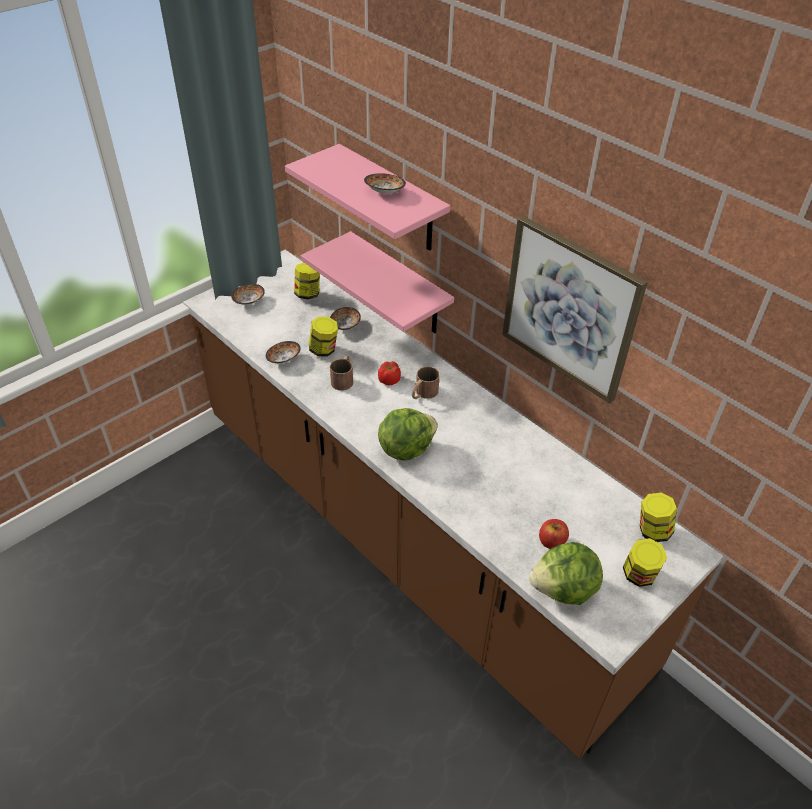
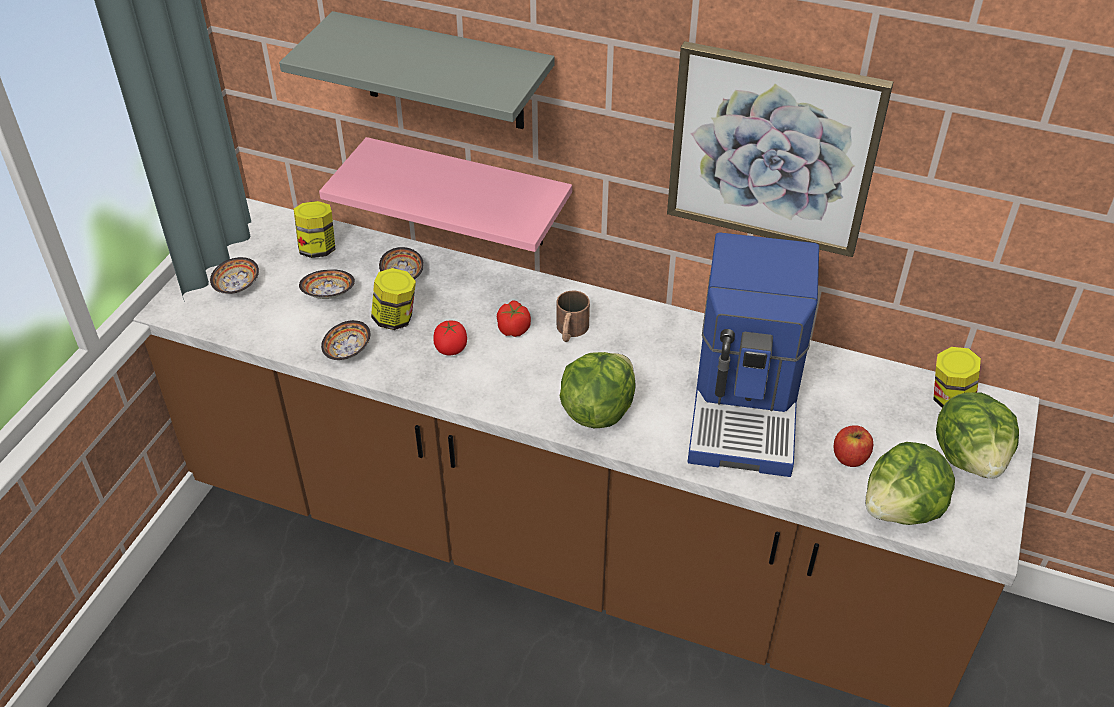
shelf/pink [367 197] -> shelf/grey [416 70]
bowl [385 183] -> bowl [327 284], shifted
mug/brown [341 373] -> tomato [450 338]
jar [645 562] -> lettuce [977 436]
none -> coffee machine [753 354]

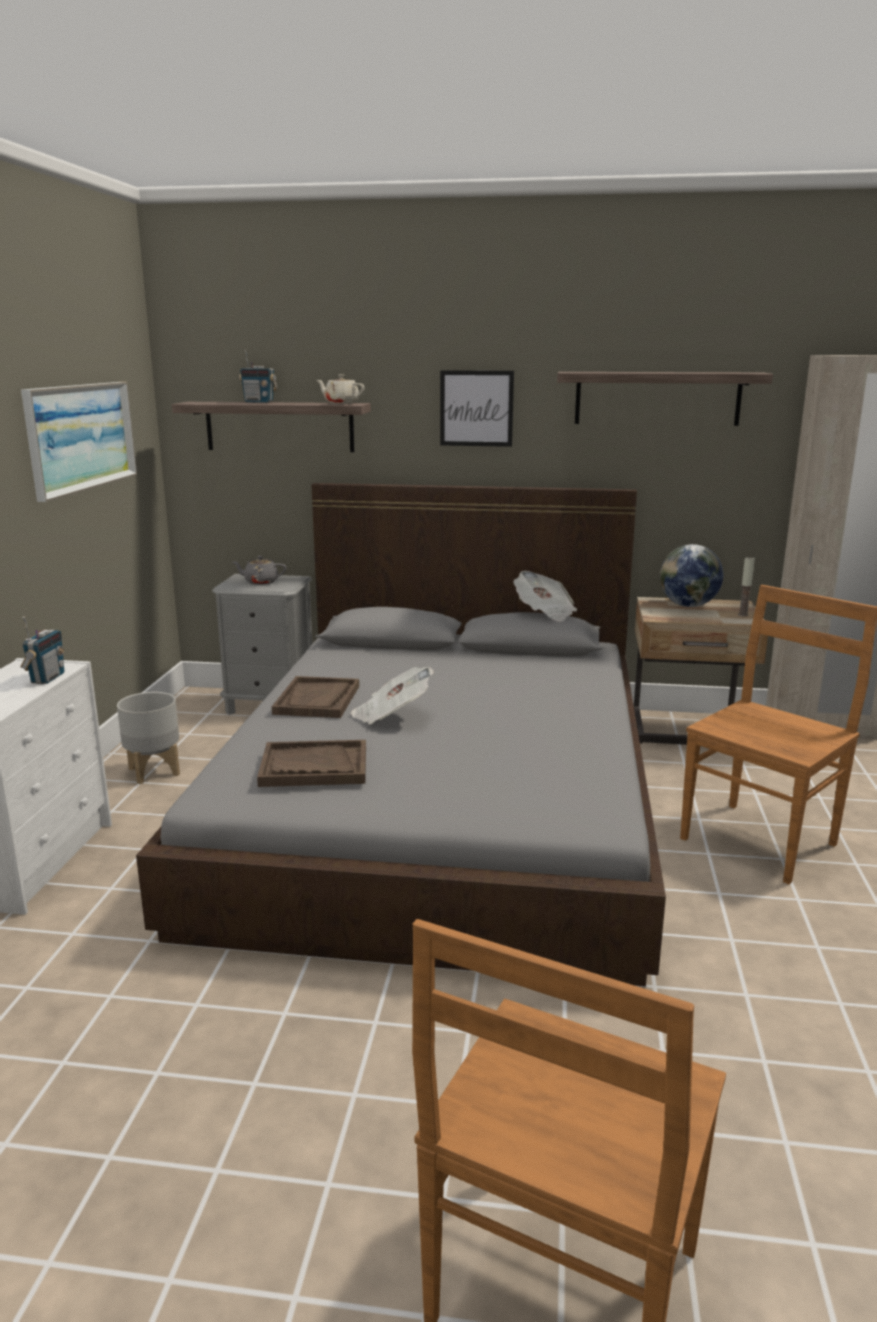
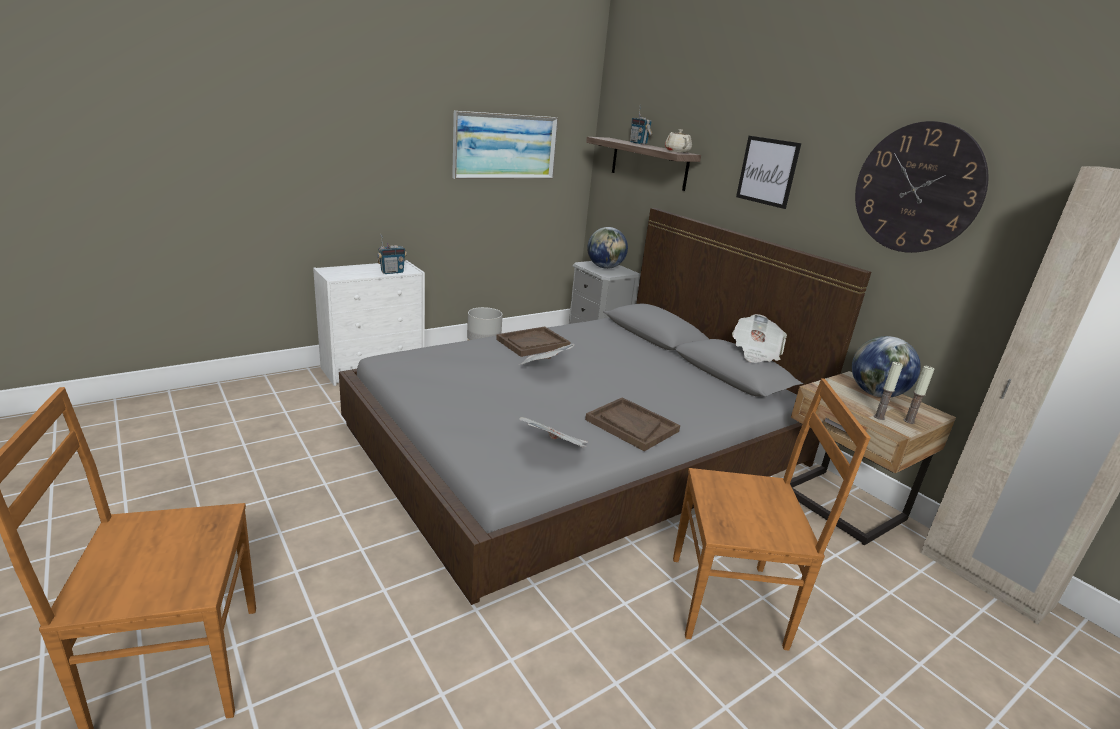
shelf [665 399] -> wall clock [922 187]
teapot/grey [259 570] -> globe [607 248]
tray/brown [311 763] -> tray/brown [632 424], shifted
none -> candle [888 391]
none -> newspaper [553 432]

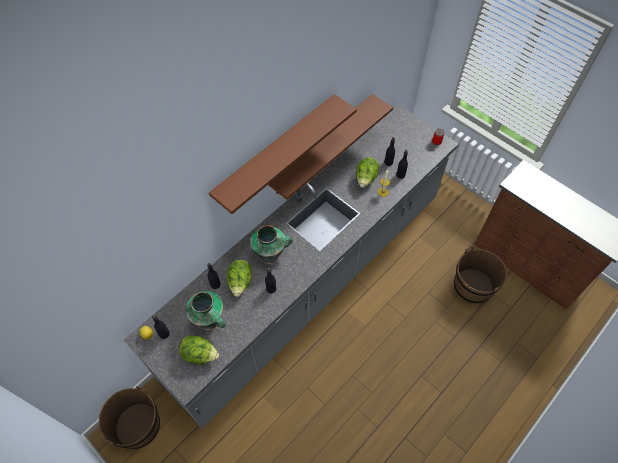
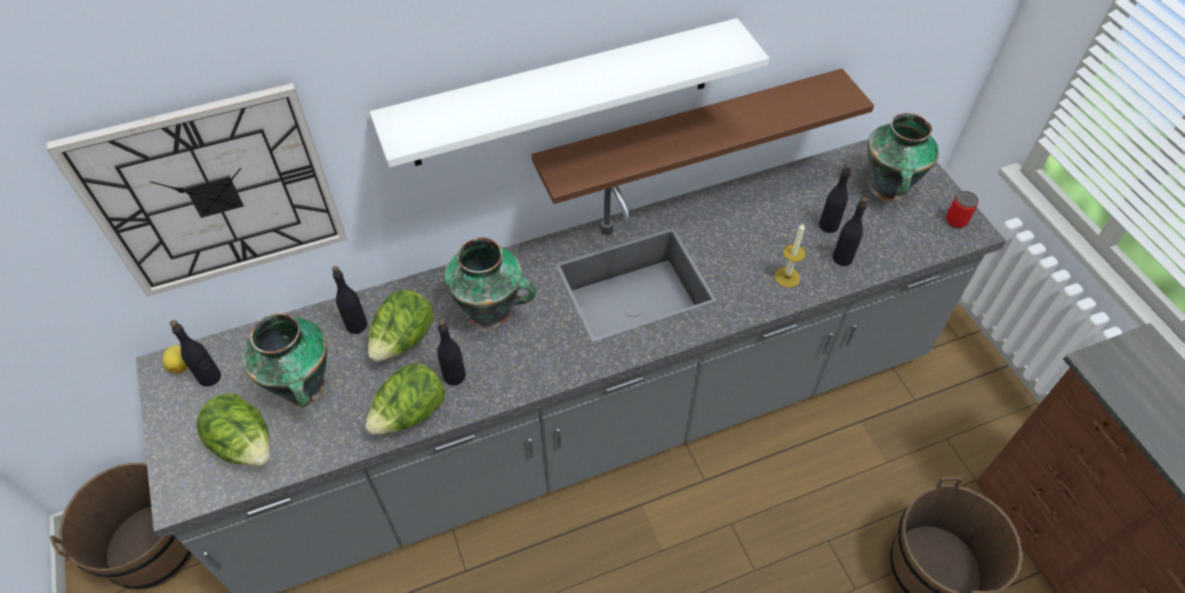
shelf/brown [283 154] -> shelf/white [569 92]
lettuce [367 172] -> lettuce [405 399], shifted
none -> wall clock [196 190]
none -> vase [903 157]

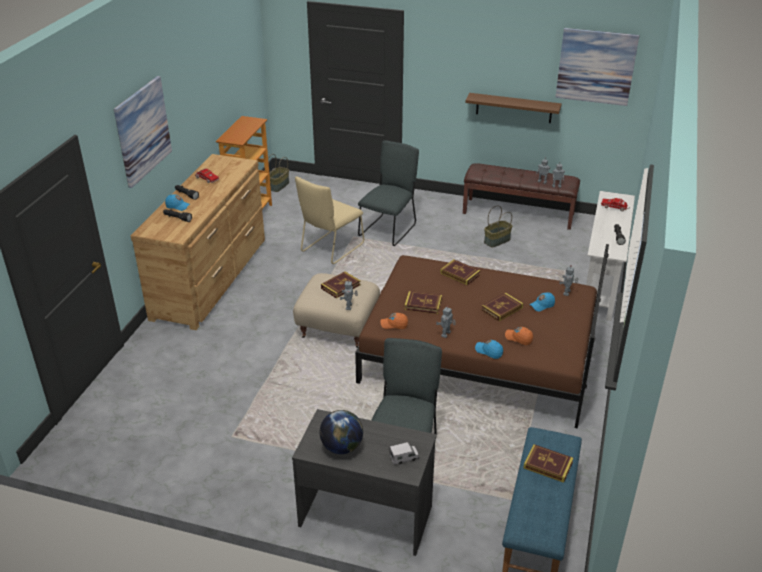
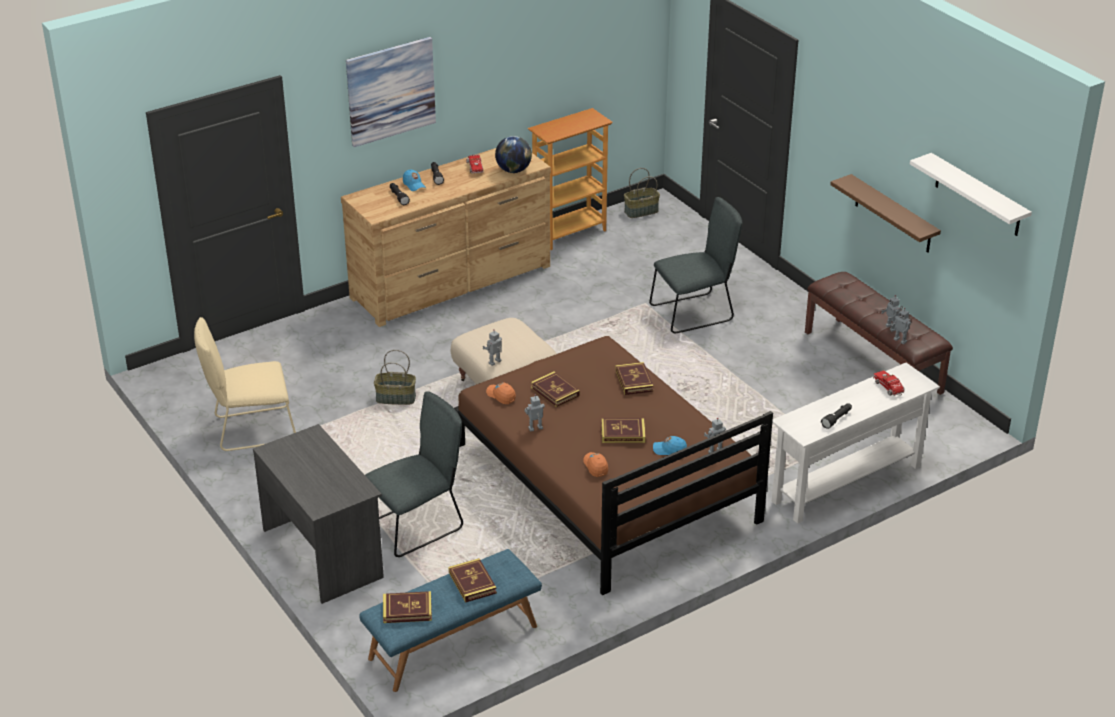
picture [597 67] -> shelf/white [971 194]
chair/beige [329 220] -> chair/beige [245 384], shifted
basket [498 226] -> basket [395 377], shifted
book [341 284] -> book [407 607], shifted
cap/blue [489 349] -> none
globe [341 432] -> globe [513 154], shifted
toy truck [404 453] -> none

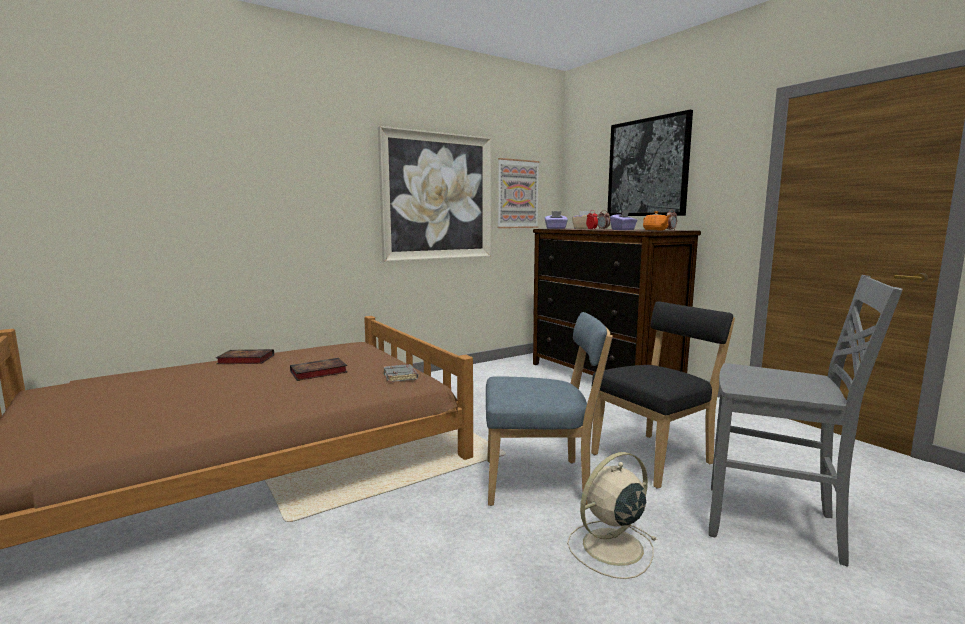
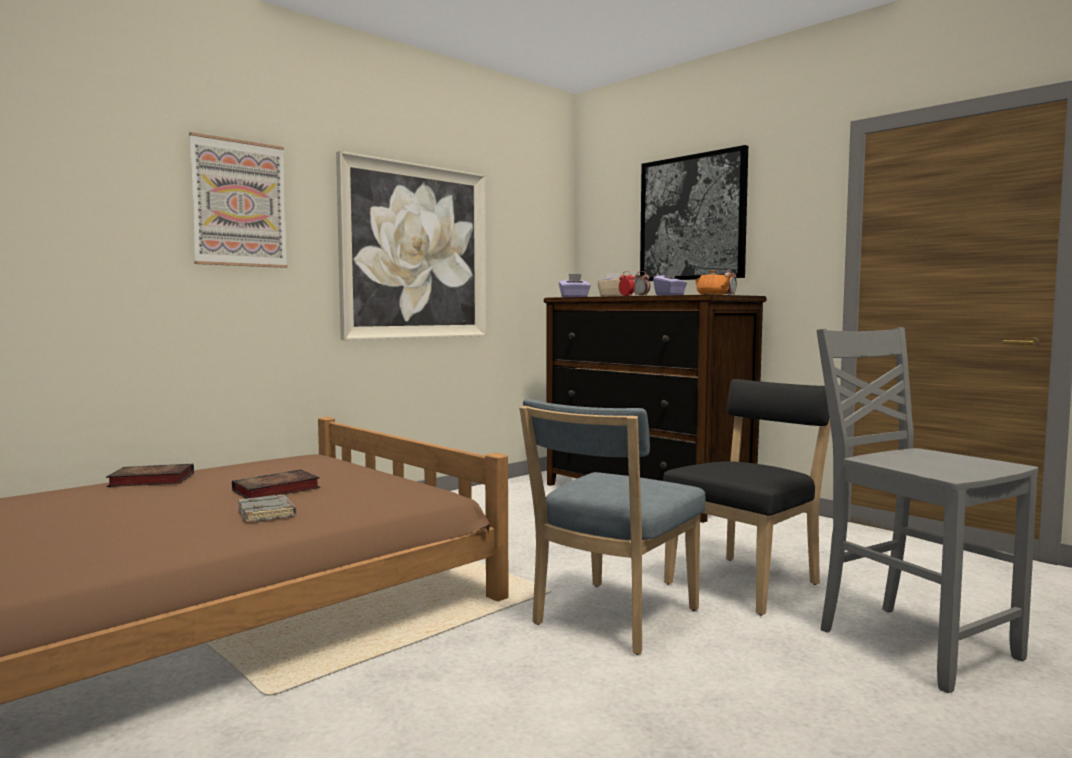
picture [518 193] -> picture [238 200], shifted
chair/grey [805 421] -> chair/grey [927 510], 135 degrees counterclockwise
chair/blue [549 409] -> chair/blue [612 527], 135 degrees clockwise
book/grey [400 373] -> book/grey [267 508], shifted
fan/beige [612 515] -> none

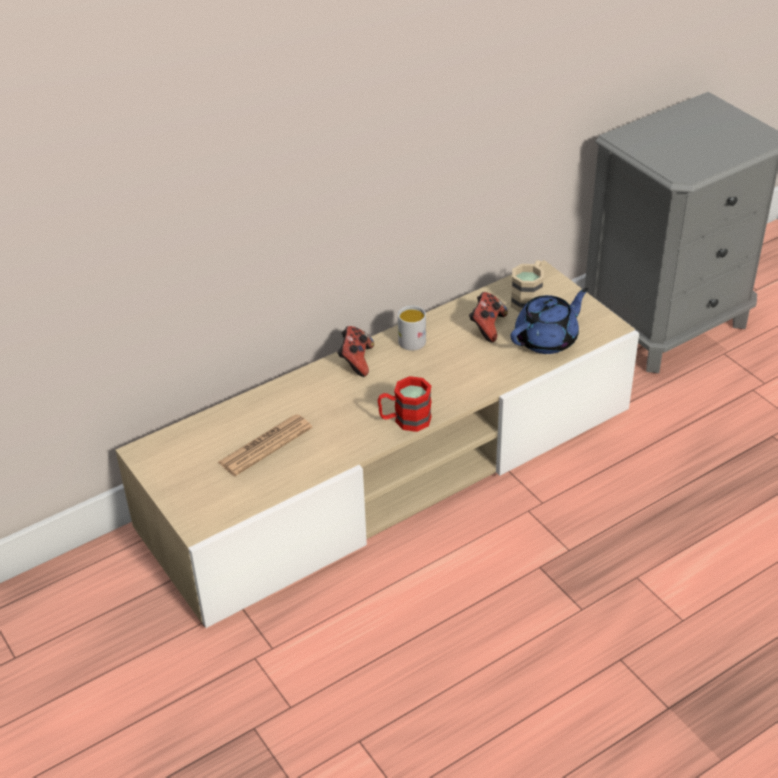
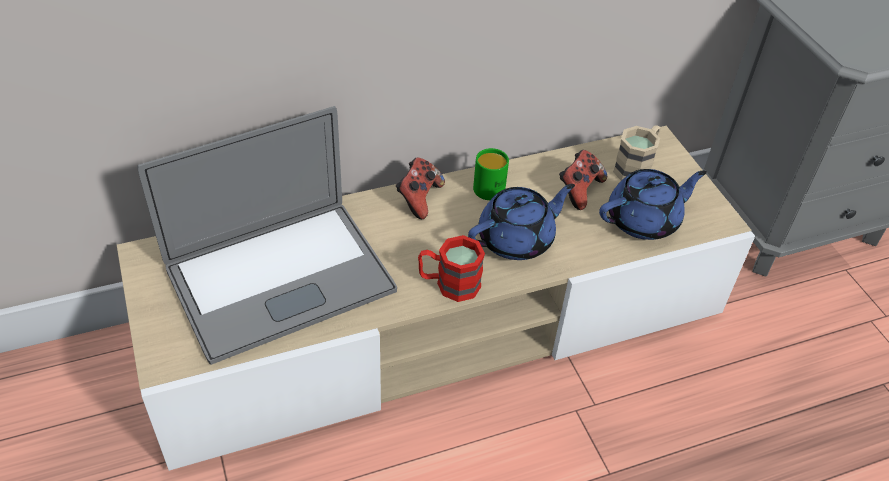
mug/white [412 328] -> mug/green [491 174]
newspaper [265 445] -> laptop [267 235]
none -> teapot/blue [521 222]

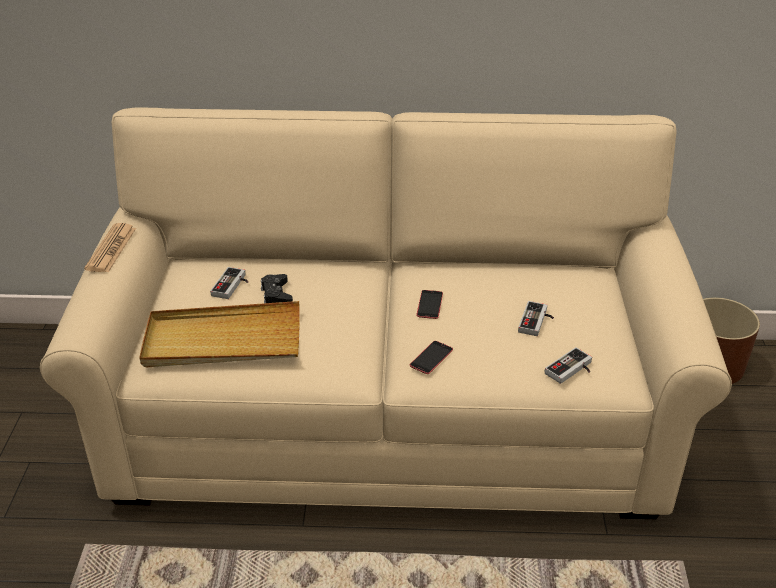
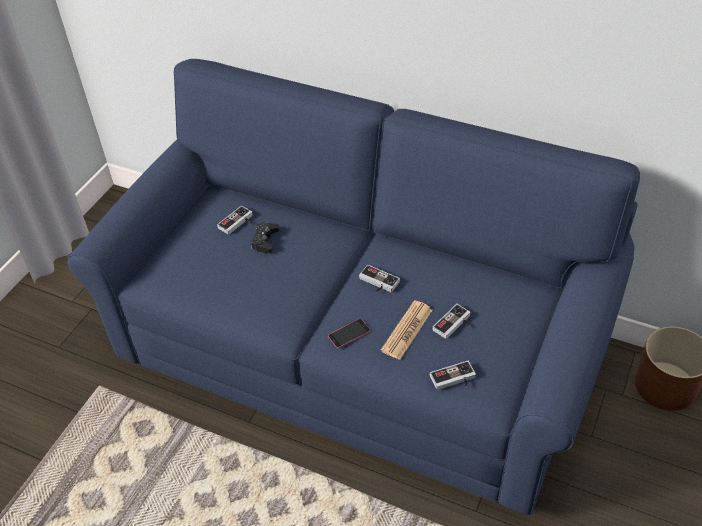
sofa/beige [386 313] -> sofa/blue [353 287]
newspaper [110 247] -> newspaper [407 330], shifted
phone [429 304] -> game controller [379 278]
tray/beige [219 334] -> none

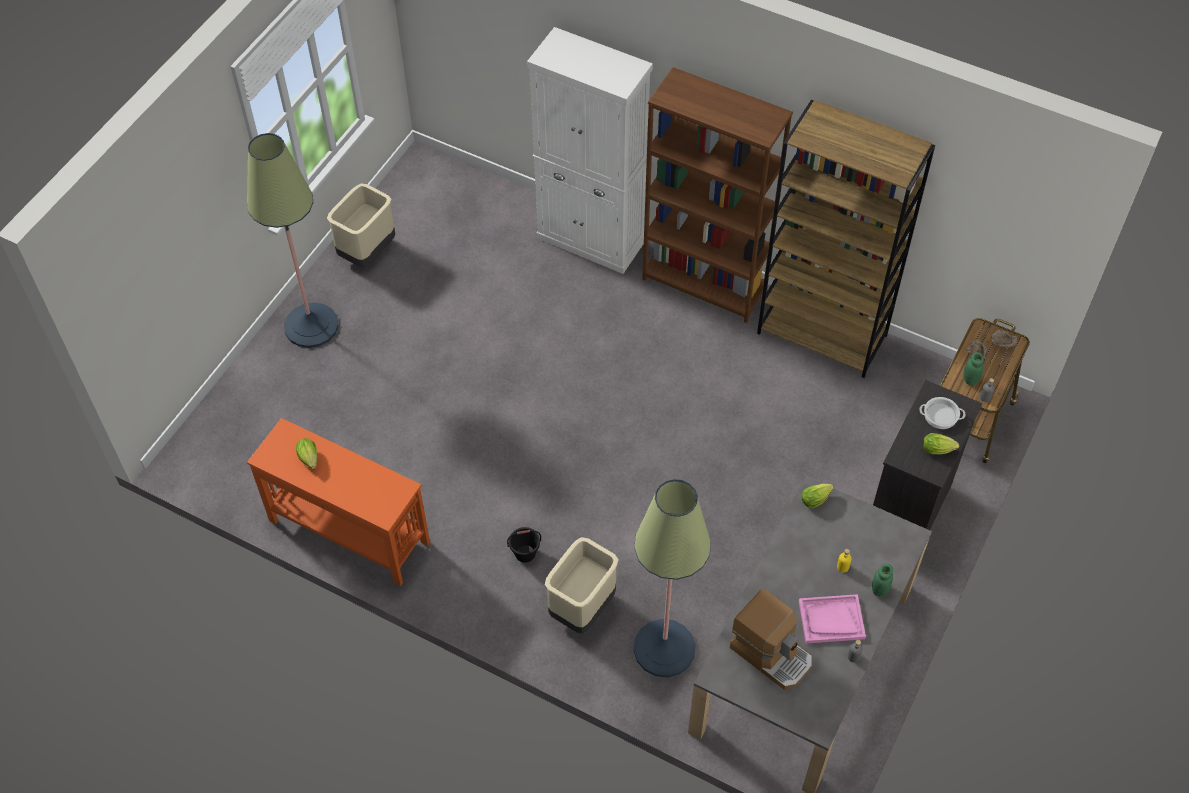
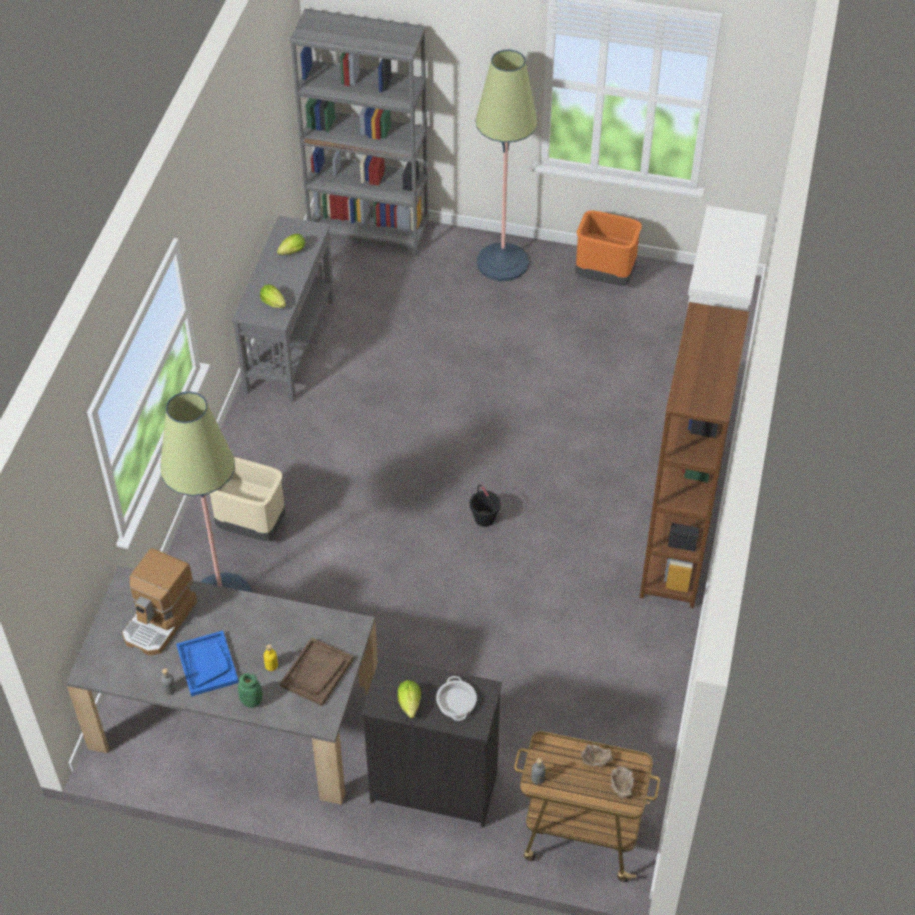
bookcase/brown [846 239] -> none
trash can/beige [361 225] -> trash can/orange [608 248]
jar/green [974 368] -> none
console table/orange [338 502] -> console table/grey [283 309]
lettuce [817 496] -> lettuce [273 296], shifted
bucket/black [524 545] -> bucket/black [485 506], shifted
tray/pink [832 619] -> tray/blue [207 664]
none -> bookcase/grey [359 132]
none -> tray/brown [317 671]

